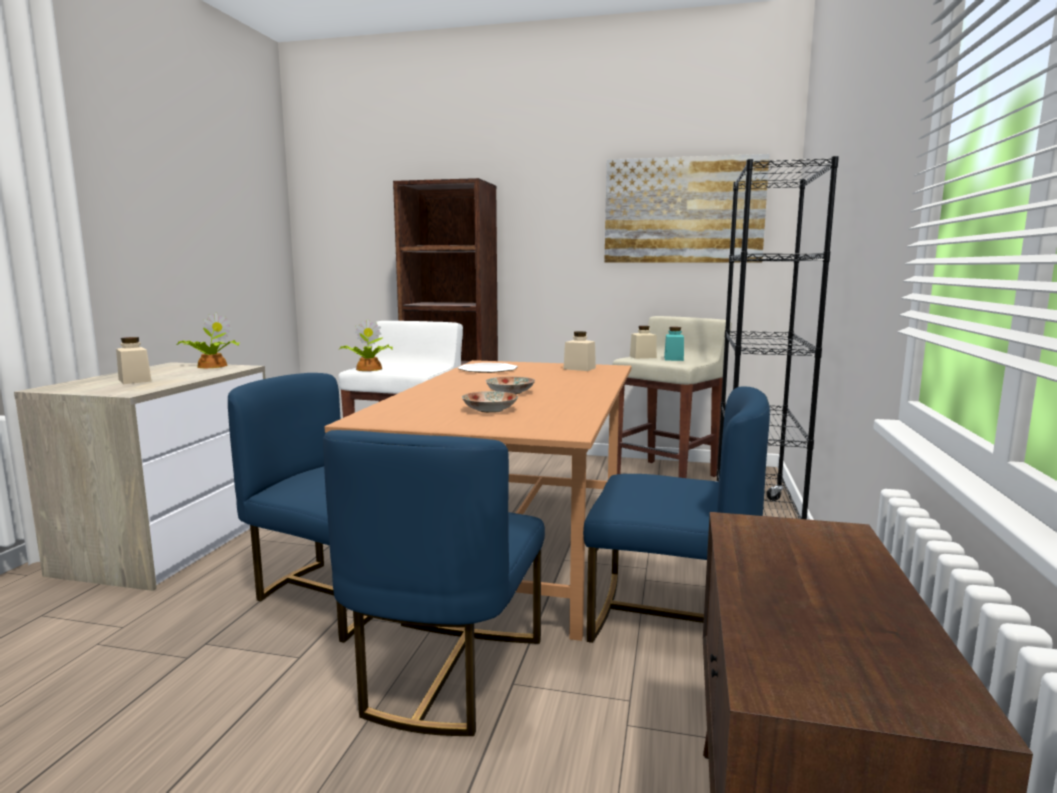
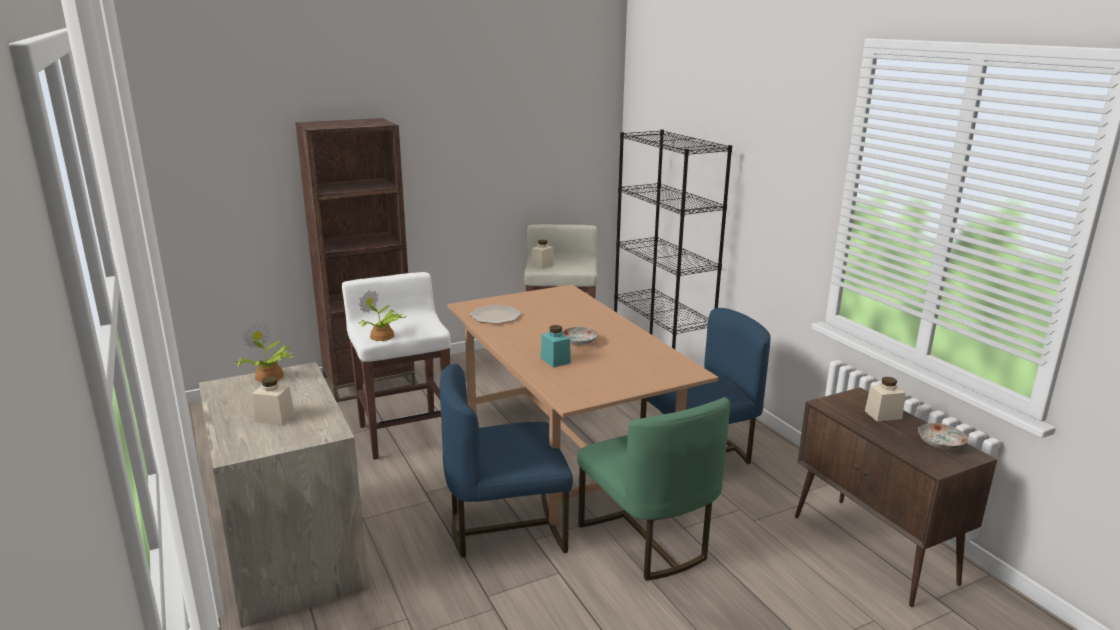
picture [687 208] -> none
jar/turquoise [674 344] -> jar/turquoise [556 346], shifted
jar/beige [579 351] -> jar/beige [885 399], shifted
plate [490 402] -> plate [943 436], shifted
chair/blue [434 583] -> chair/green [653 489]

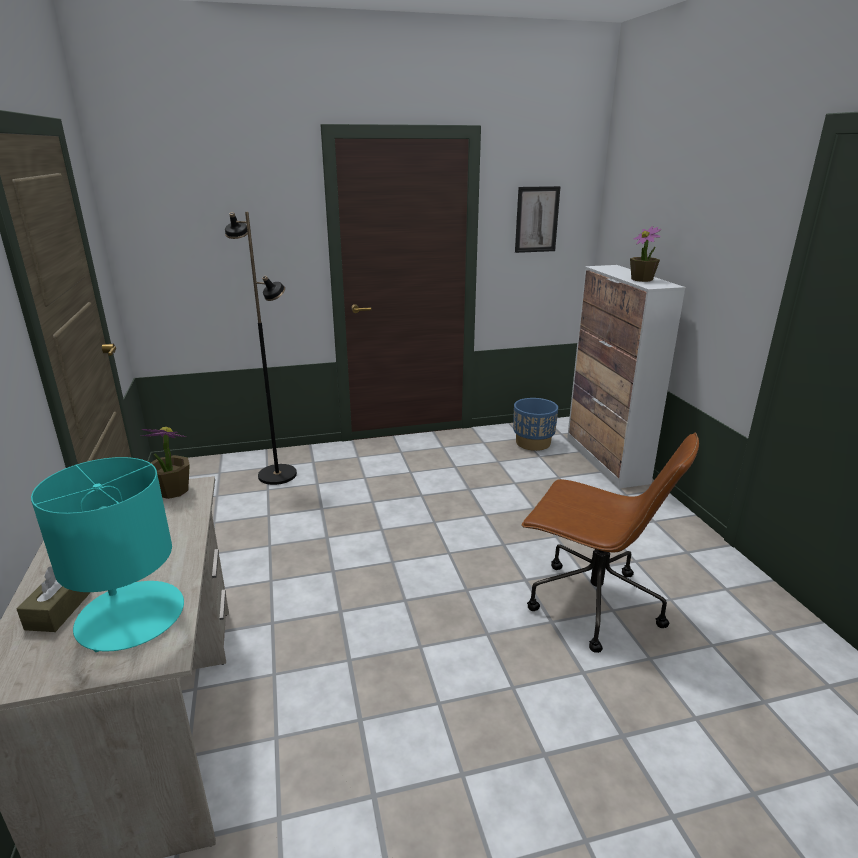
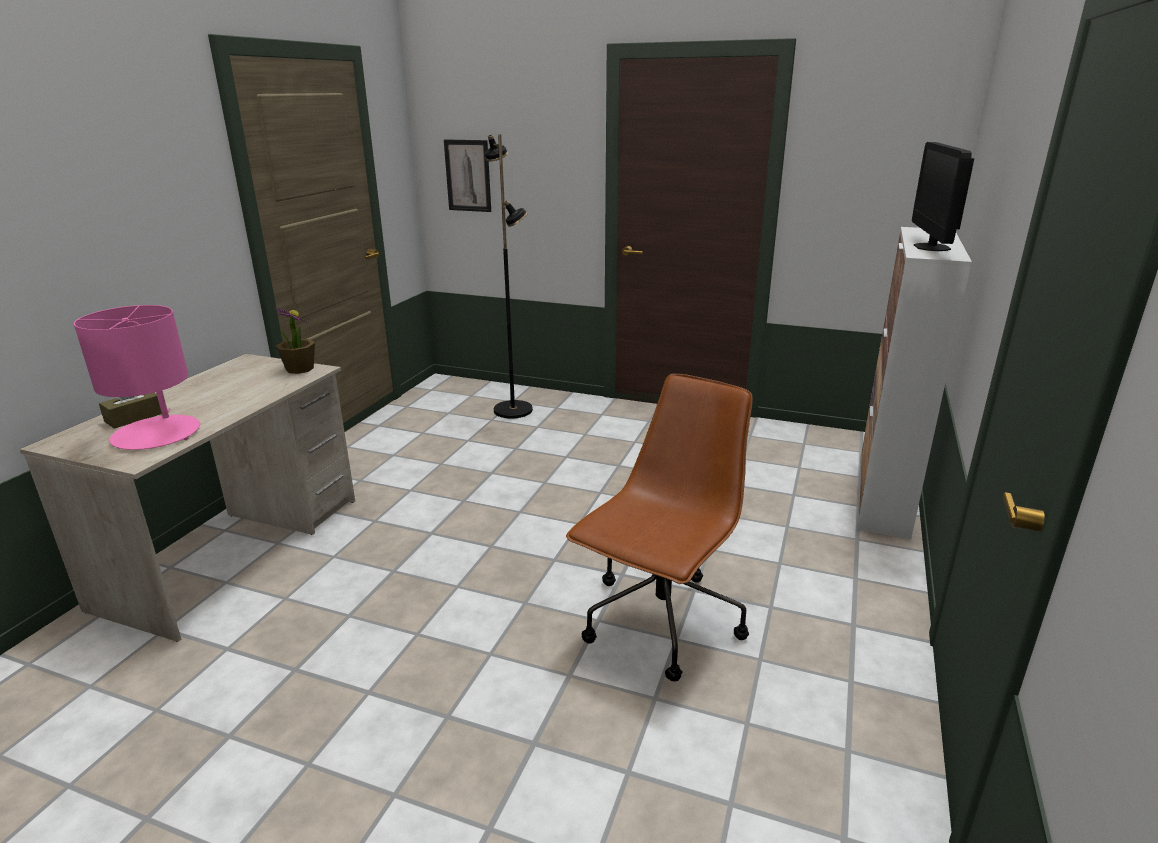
picture [538 219] -> picture [467 176], shifted
potted plant [645 254] -> monitor [943 196]
planter/blue [535 424] -> none
office chair/brown [610 543] -> office chair/brown [659 528], 120 degrees counterclockwise
table lamp/turquoise [107 554] -> table lamp/pink [137 377]

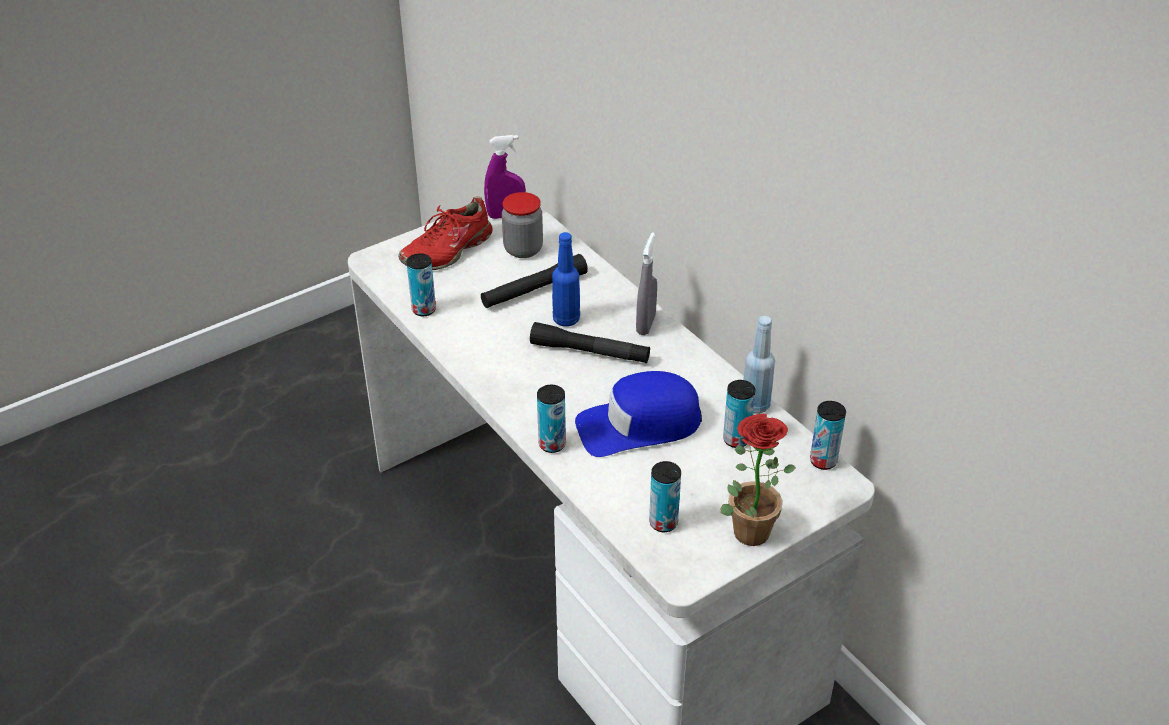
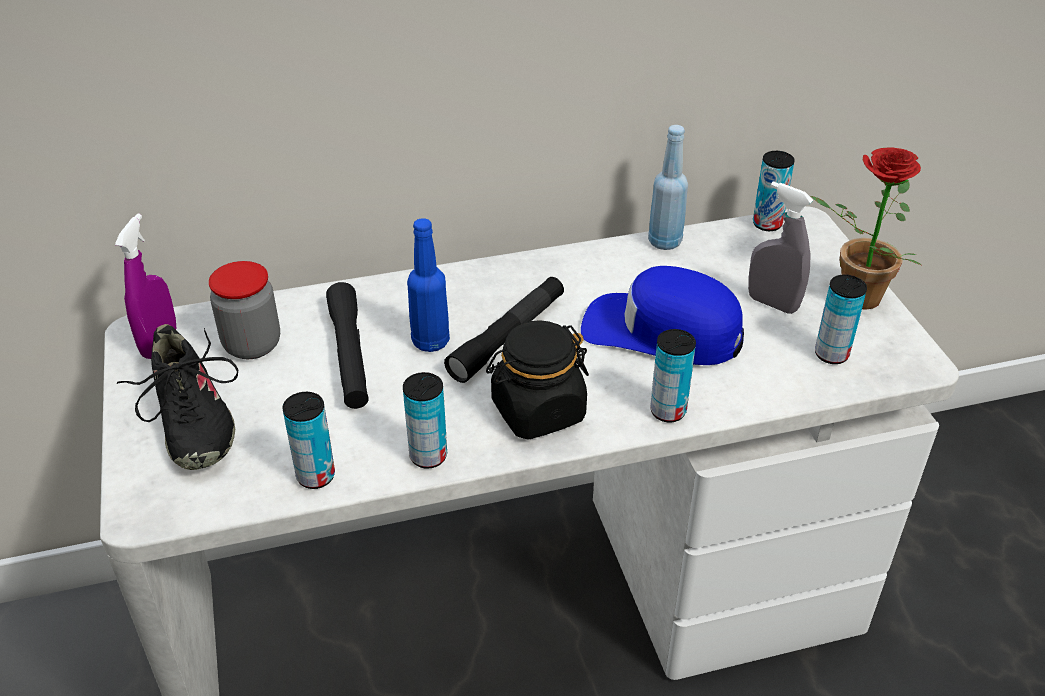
shoe/red [445 233] -> shoe/black [177 397]
spray bottle/grey [646 284] -> spray bottle/grey [780 247], shifted
cap/blue [638 414] -> cap/blue [662 315], 105 degrees clockwise
can [739 414] -> can [425 420], shifted
none -> jar/black [537 379]

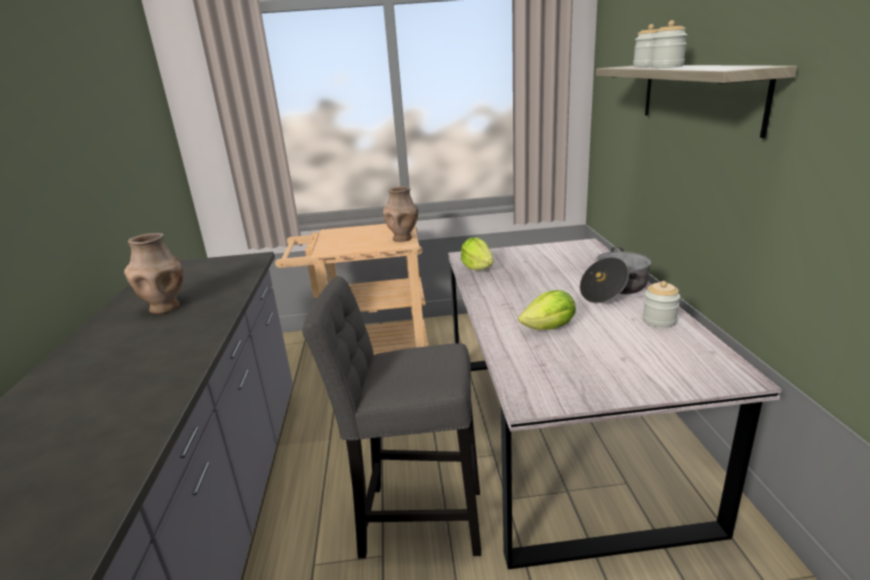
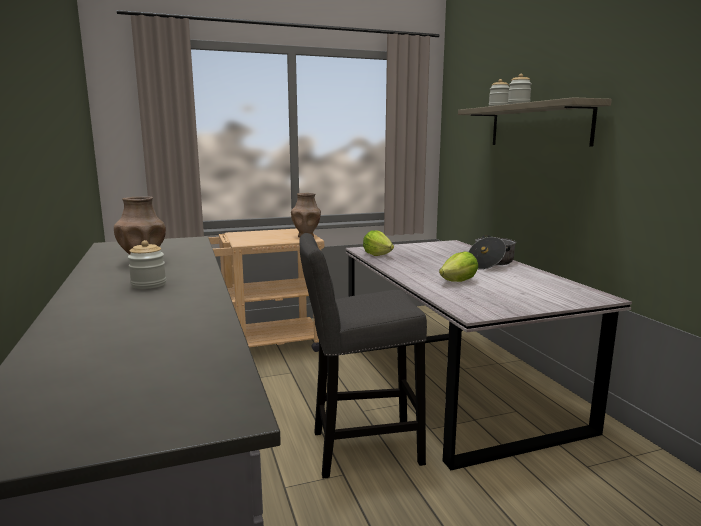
jar [661 304] -> jar [147 264], shifted

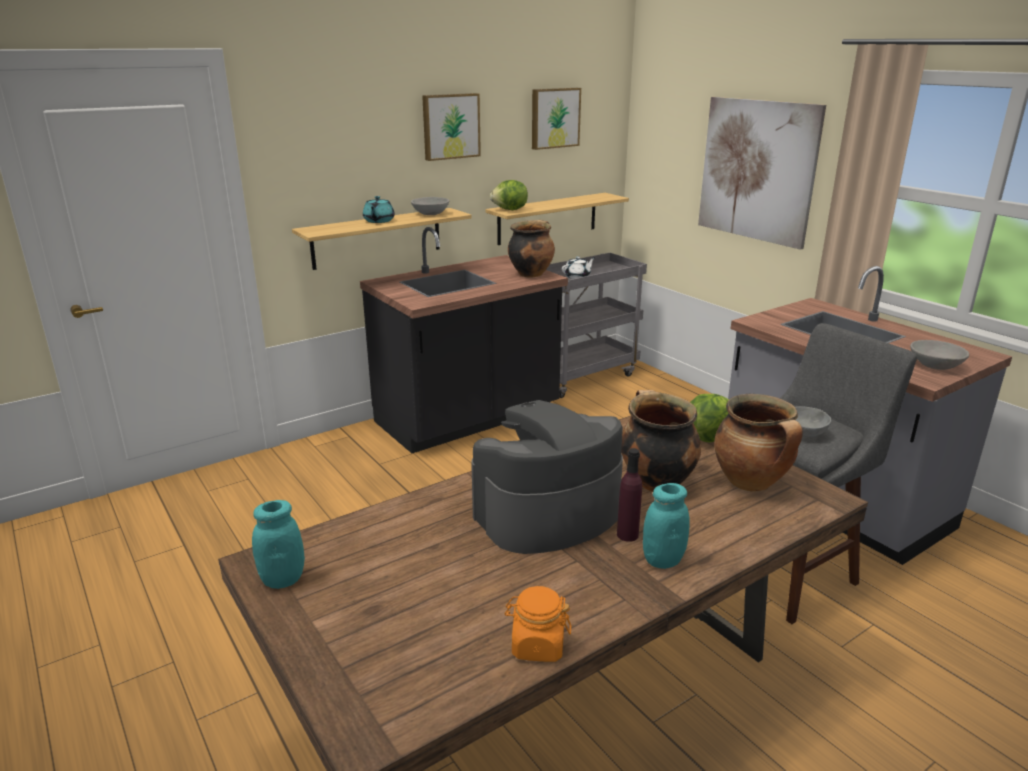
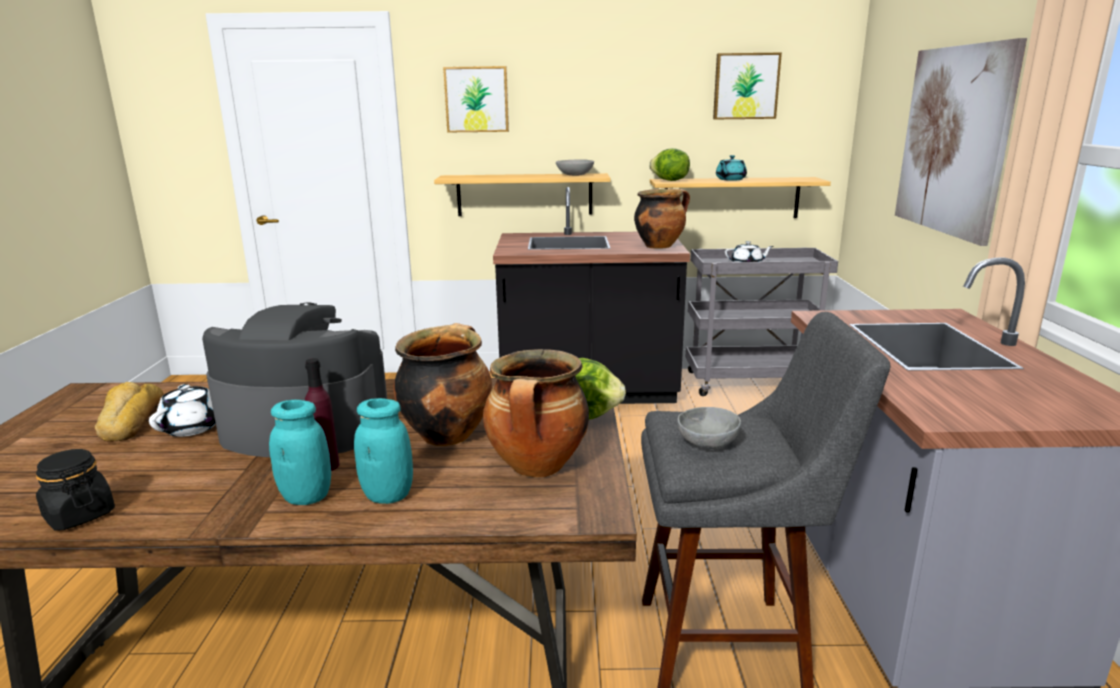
picture [451 127] -> picture [476 99], shifted
teapot/turquoise [379 209] -> teapot/turquoise [731 168], shifted
bowl/grey [939 355] -> none
jar/turquoise [278 544] -> jar/turquoise [383 451], shifted
jar/orange [538 624] -> jar/black [75 490]
none -> bread [129 412]
none -> teapot/white [182 410]

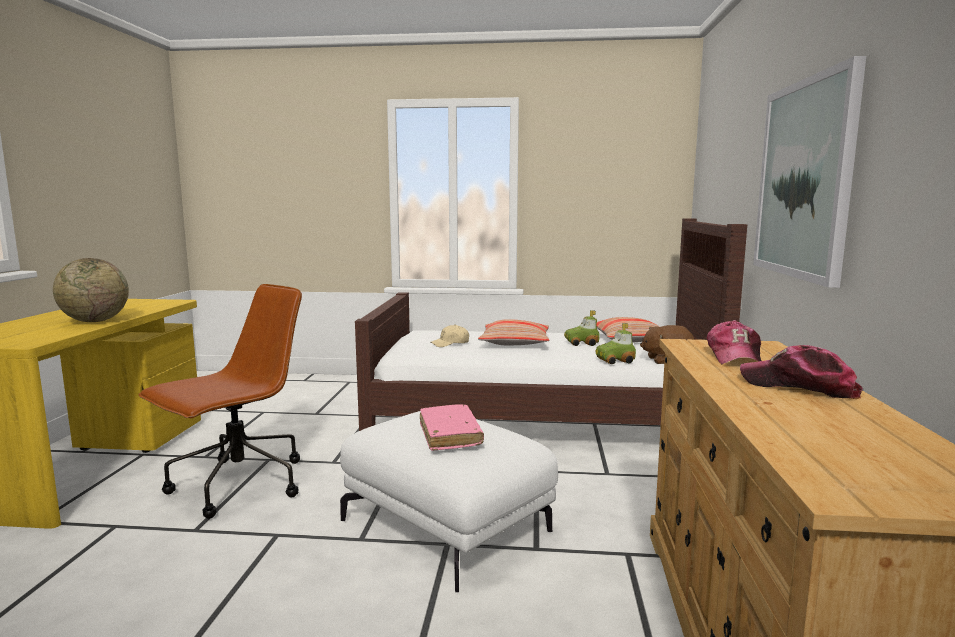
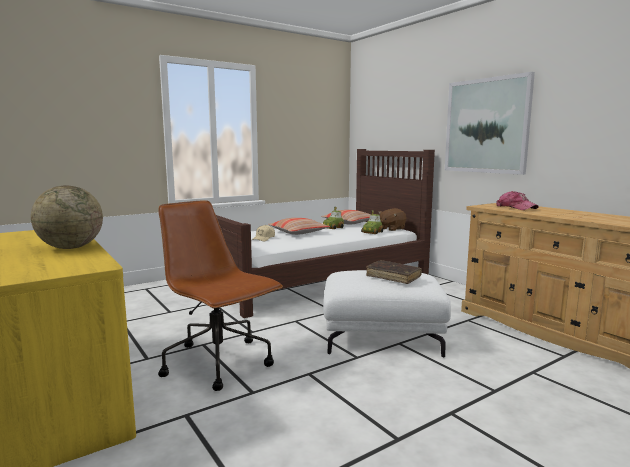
office chair/brown [220 401] -> office chair/brown [220 295], 45 degrees counterclockwise
cap [801 372] -> none
book/pink [452 427] -> book/brown [394 272]

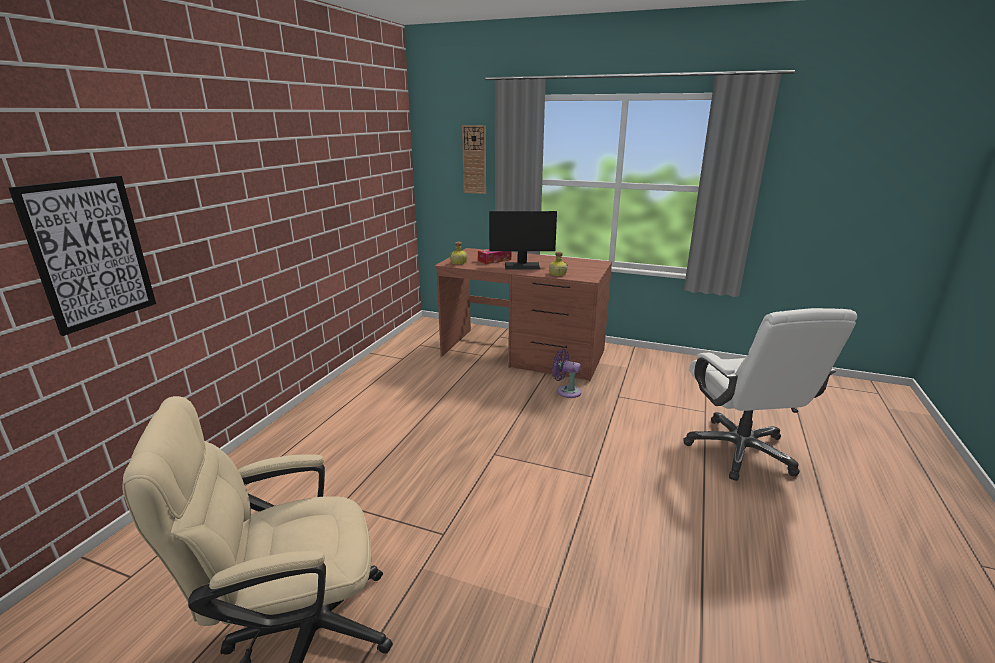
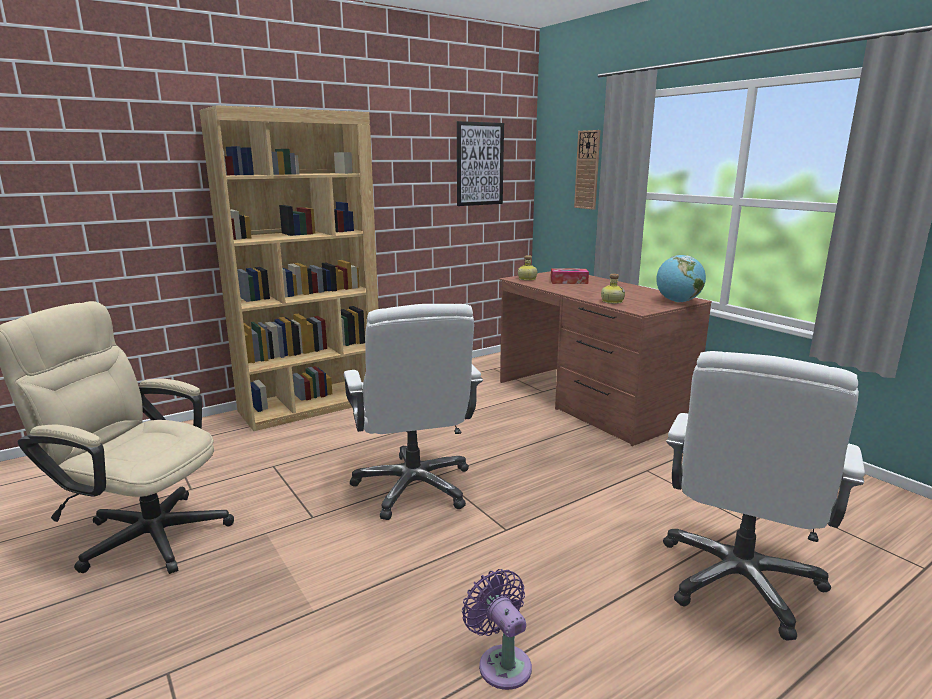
picture [82 256] -> picture [480 163], shifted
monitor [523 240] -> none
fan/purple [567 373] -> fan/purple [497 629], shifted
none -> bookcase/brown [288 268]
none -> globe [681 278]
none -> office chair/white [413 412]

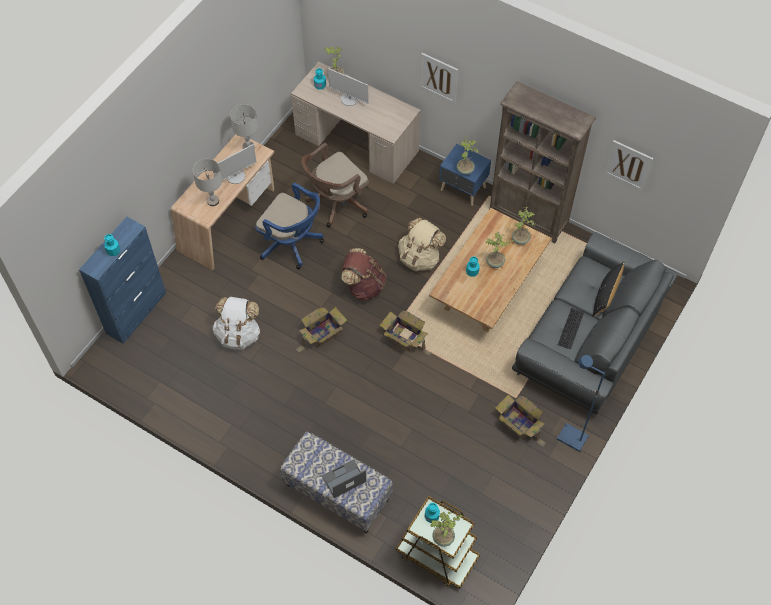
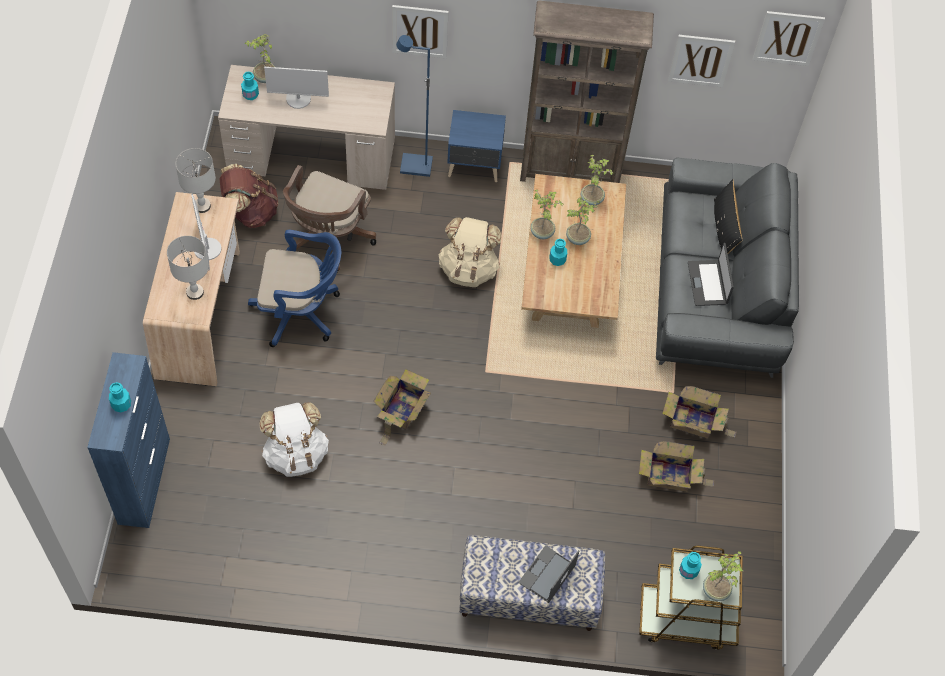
potted plant [468 156] -> potted plant [546 214], shifted
monitor [234 164] -> monitor [206 232], 135 degrees clockwise
backpack/brown [363 274] -> backpack/brown [248 196], shifted
keyboard [571 328] -> laptop [711 274]
cardboard box [405 333] -> cardboard box [676 466], shifted
floor lamp/blue [581 403] -> floor lamp/blue [414 106], shifted
none -> picture [789 38]

